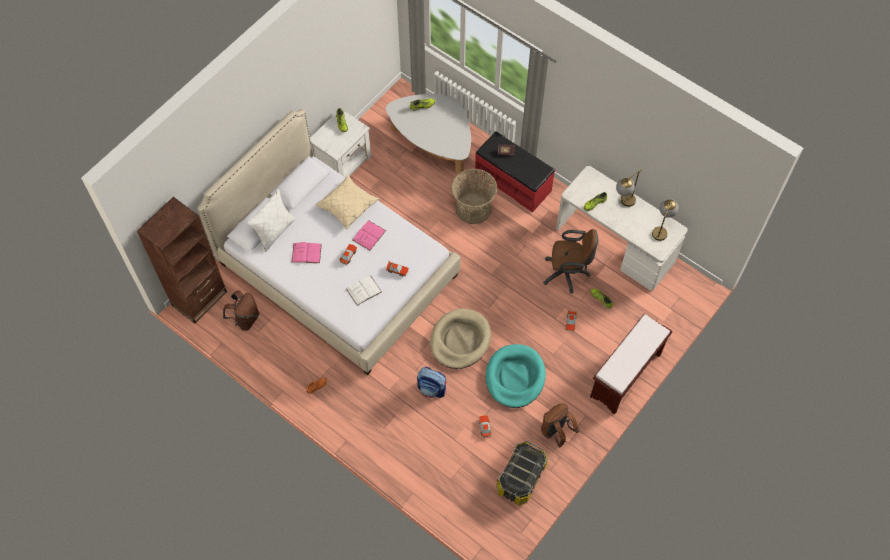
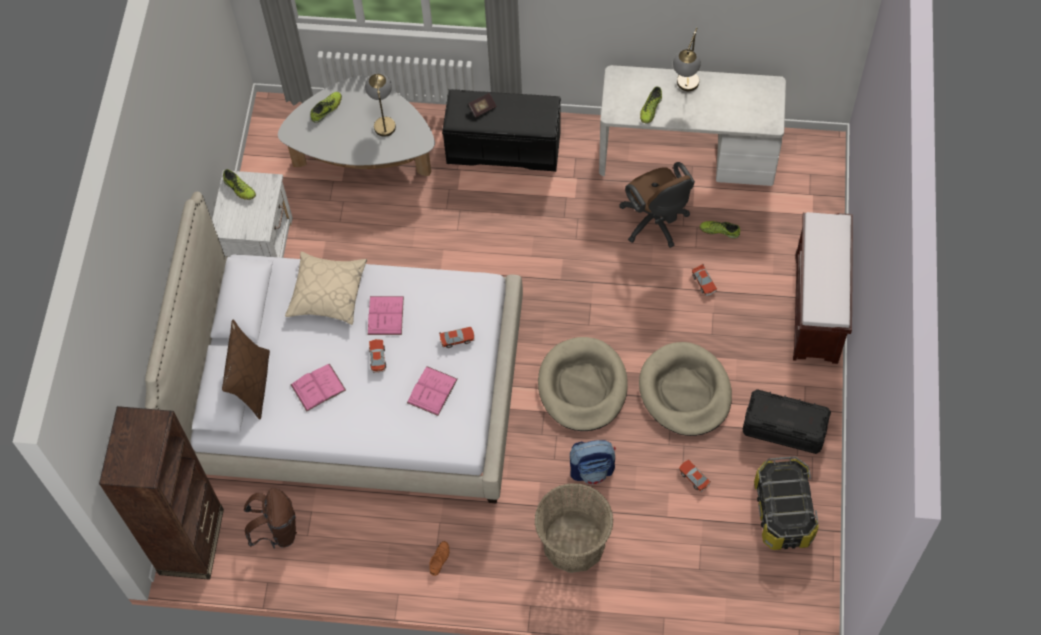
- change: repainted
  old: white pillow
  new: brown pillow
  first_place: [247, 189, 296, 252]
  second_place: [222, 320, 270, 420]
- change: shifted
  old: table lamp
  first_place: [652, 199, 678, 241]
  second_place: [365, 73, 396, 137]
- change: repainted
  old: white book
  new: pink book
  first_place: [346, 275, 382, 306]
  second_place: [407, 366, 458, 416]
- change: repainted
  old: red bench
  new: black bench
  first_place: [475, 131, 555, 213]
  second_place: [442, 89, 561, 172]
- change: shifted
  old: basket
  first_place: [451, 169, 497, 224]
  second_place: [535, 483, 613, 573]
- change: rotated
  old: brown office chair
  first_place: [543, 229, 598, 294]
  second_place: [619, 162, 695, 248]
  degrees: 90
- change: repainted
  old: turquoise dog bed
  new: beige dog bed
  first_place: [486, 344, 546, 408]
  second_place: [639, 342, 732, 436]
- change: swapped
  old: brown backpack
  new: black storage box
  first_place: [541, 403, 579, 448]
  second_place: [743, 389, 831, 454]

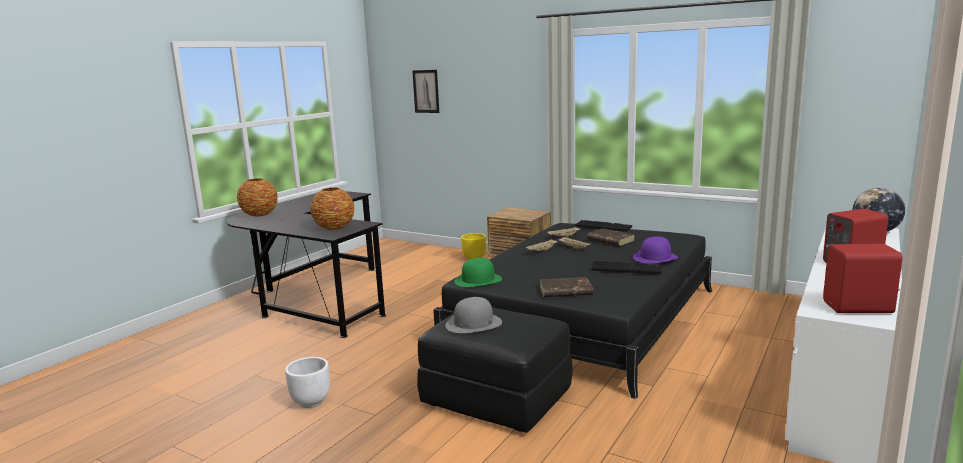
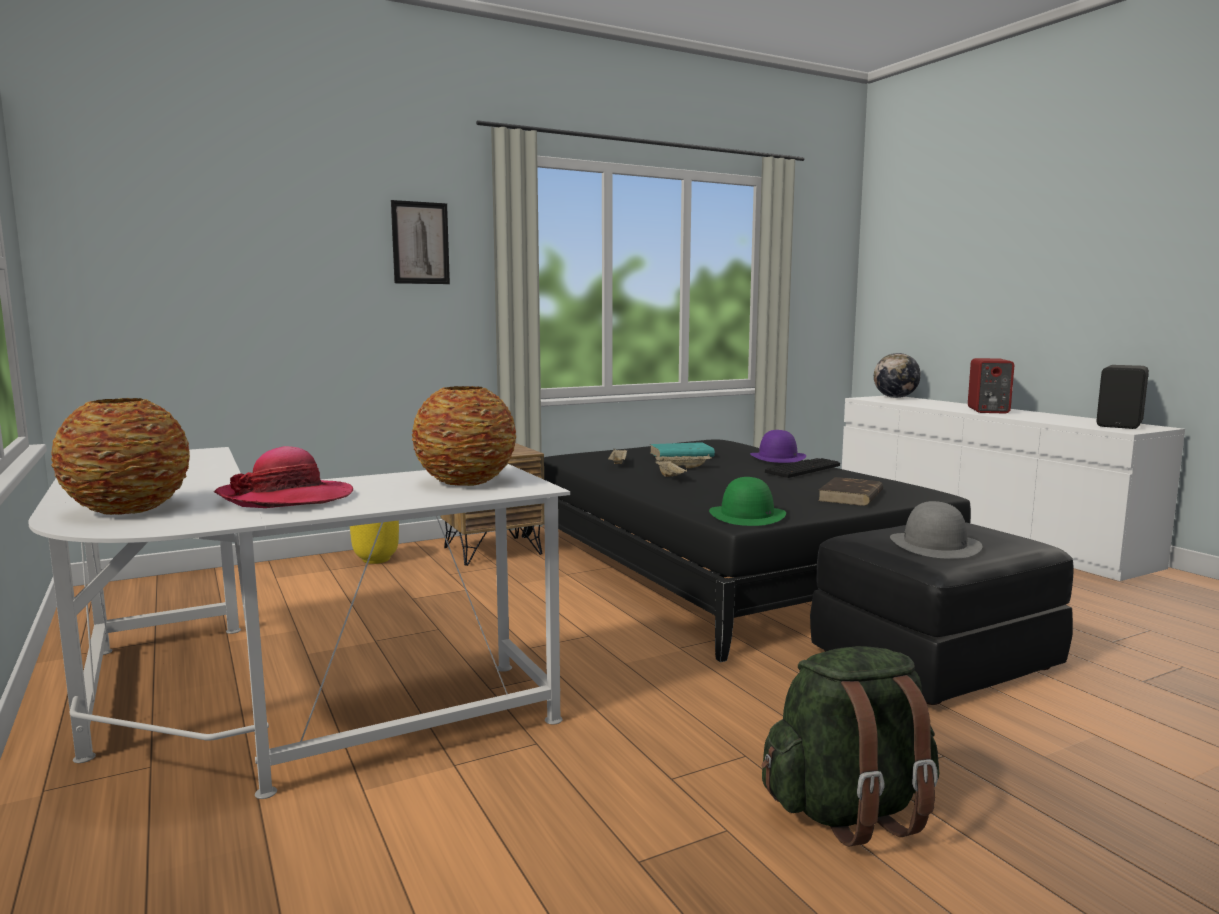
- change: repainted
  old: black desk
  new: white desk
  first_place: [227, 191, 386, 338]
  second_place: [28, 447, 570, 799]
- change: new
  new: hat
  second_place: [214, 446, 353, 508]
- change: shifted
  old: picture
  first_place: [412, 70, 439, 113]
  second_place: [391, 200, 450, 284]
- change: repainted
  old: brown book
  new: turquoise book
  first_place: [587, 228, 635, 246]
  second_place: [650, 442, 715, 457]
- change: swapped
  old: white planter
  new: green backpack
  first_place: [285, 357, 330, 408]
  second_place: [762, 646, 939, 846]
- change: repainted
  old: red speaker
  new: black speaker
  first_place: [823, 244, 903, 313]
  second_place: [1096, 365, 1149, 429]
- change: gone
  old: keyboard
  first_place: [575, 220, 632, 232]

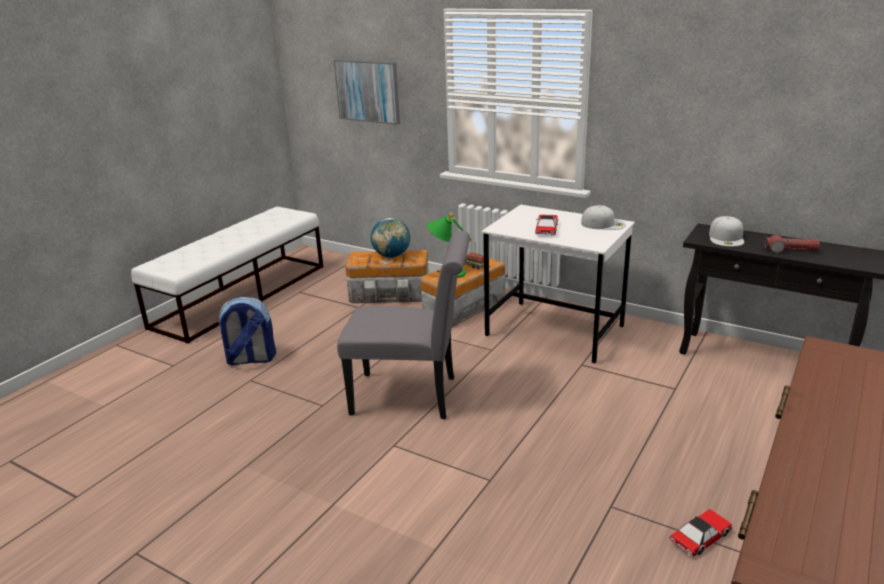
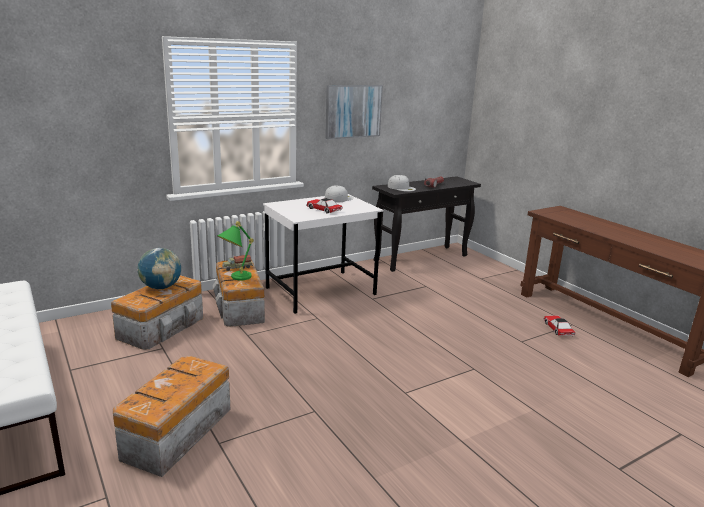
- change: swapped
  old: backpack
  new: storage box
  first_place: [217, 297, 276, 366]
  second_place: [113, 356, 230, 477]
- change: shifted
  old: picture
  first_place: [334, 59, 400, 125]
  second_place: [325, 85, 383, 139]
- change: gone
  old: grey chair
  first_place: [337, 231, 470, 419]

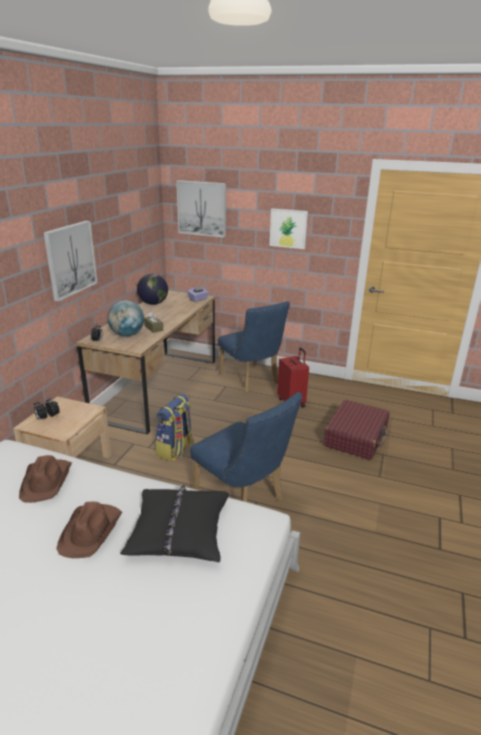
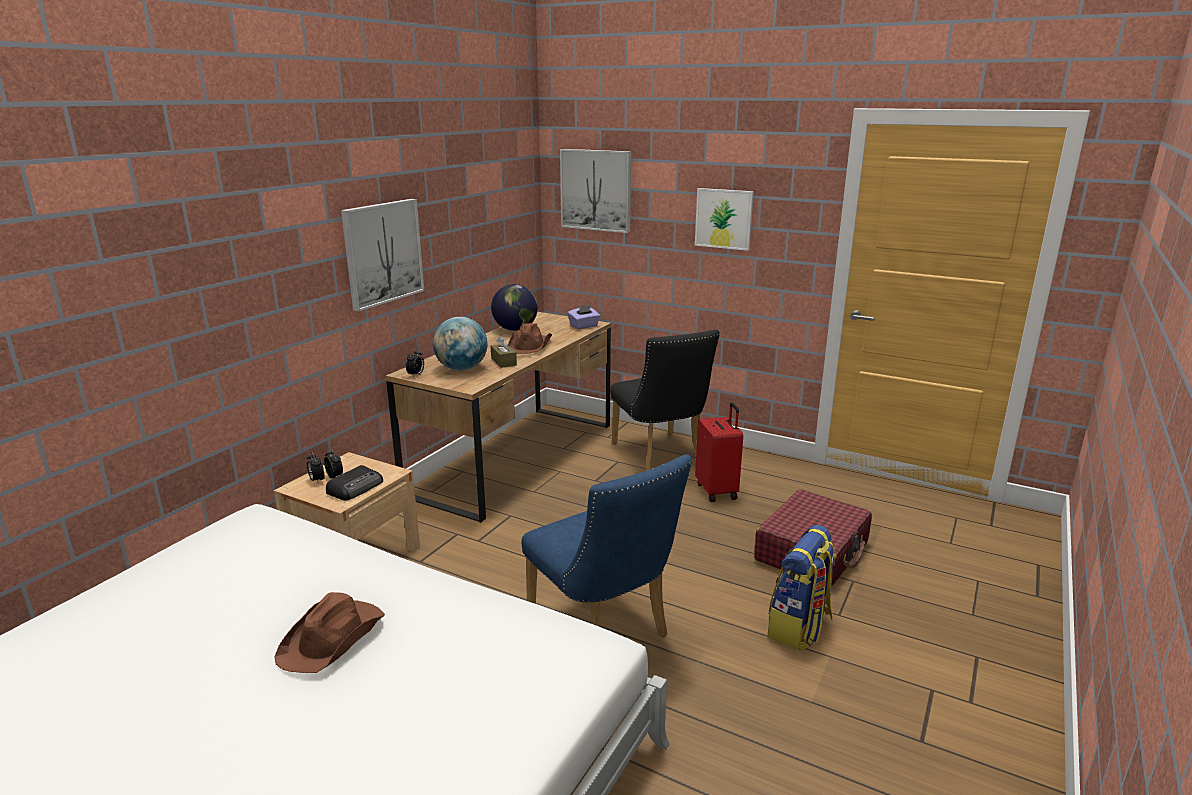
- change: new
  new: radio
  second_place: [326, 465, 383, 500]
- change: shifted
  old: brown hat
  first_place: [19, 455, 72, 503]
  second_place: [508, 323, 552, 354]
- change: repainted
  old: blue chair
  new: black chair
  first_place: [218, 301, 290, 393]
  second_place: [610, 330, 720, 471]
- change: shifted
  old: backpack
  first_place: [156, 394, 194, 462]
  second_place: [767, 525, 835, 651]
- change: gone
  old: black pillow
  first_place: [120, 484, 229, 562]

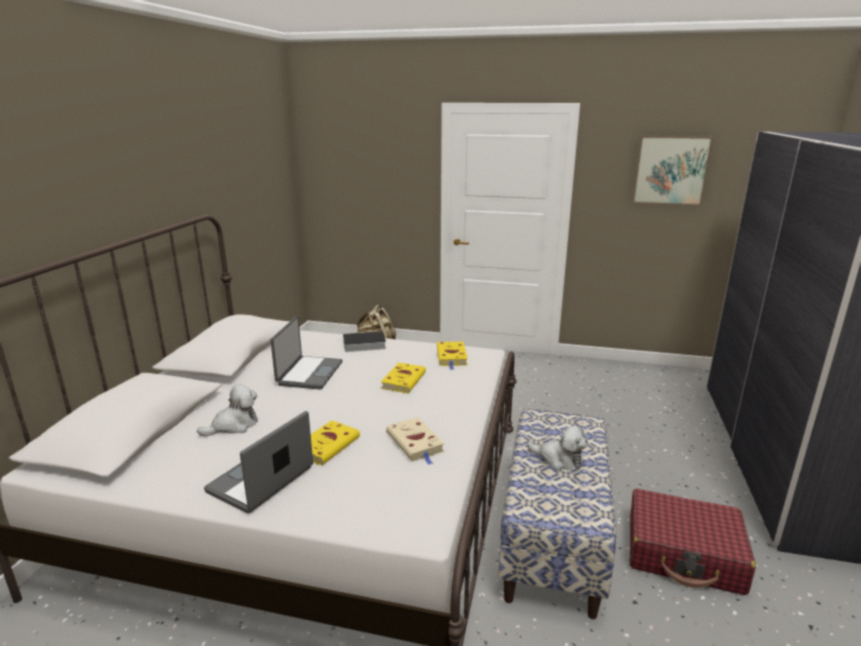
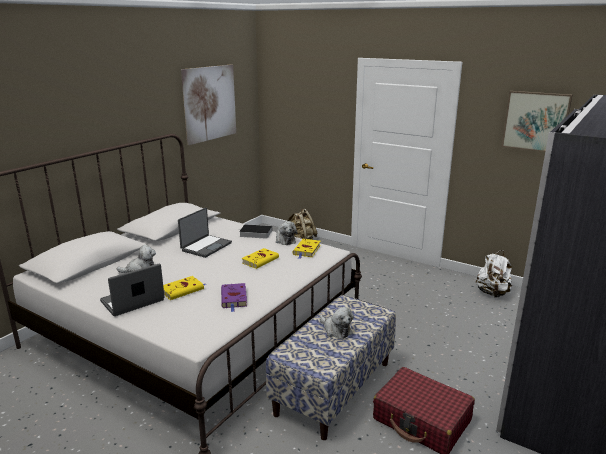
- change: new
  new: picture
  second_place: [181, 65, 236, 145]
- change: repainted
  old: beige book
  new: purple book
  first_place: [386, 417, 444, 465]
  second_place: [221, 283, 247, 312]
- change: new
  new: plush toy
  second_place: [276, 221, 297, 245]
- change: new
  new: white backpack
  second_place: [476, 250, 512, 298]

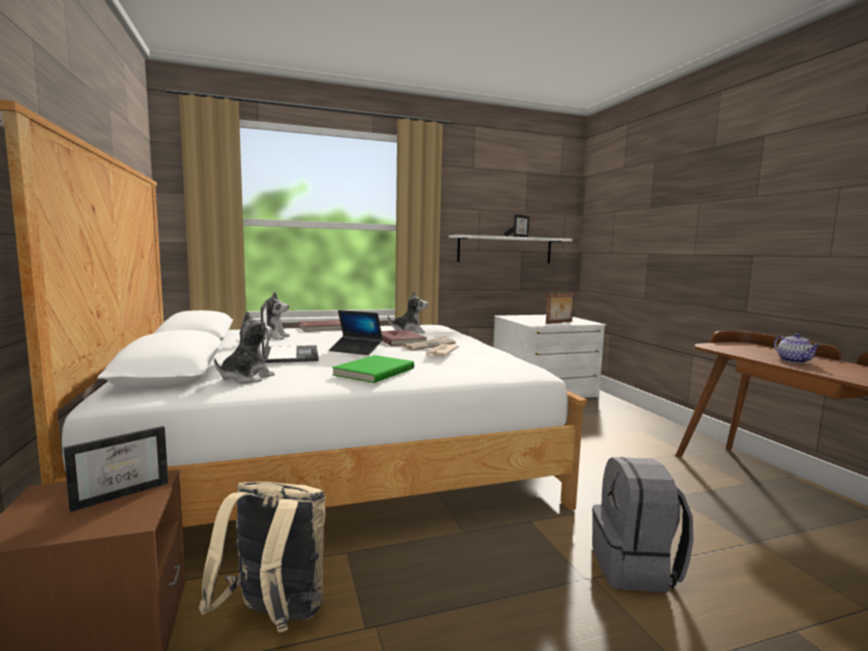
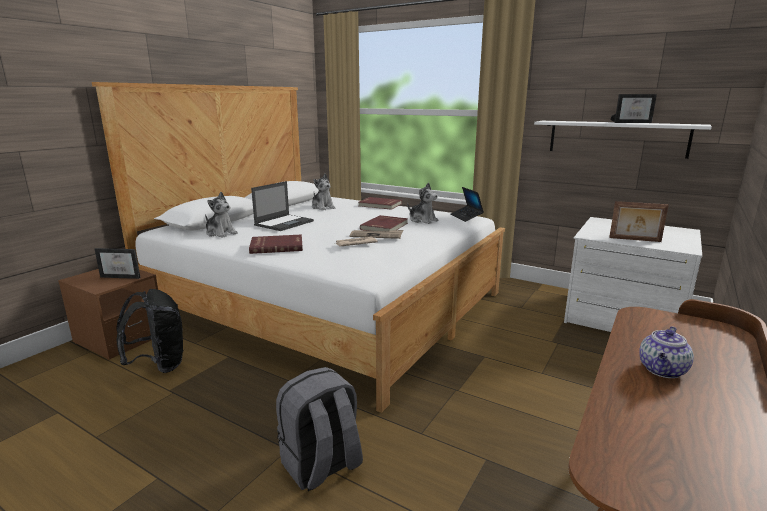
- change: repainted
  old: beige backpack
  new: black backpack
  first_place: [199, 482, 326, 632]
  second_place: [116, 289, 185, 373]
- change: rotated
  old: plush toy
  first_place: [214, 311, 275, 384]
  second_place: [205, 192, 238, 238]
  degrees: 45
- change: repainted
  old: green book
  new: red book
  first_place: [332, 355, 414, 383]
  second_place: [249, 234, 303, 254]
- change: shifted
  old: laptop
  first_place: [329, 310, 383, 355]
  second_place: [450, 187, 484, 222]

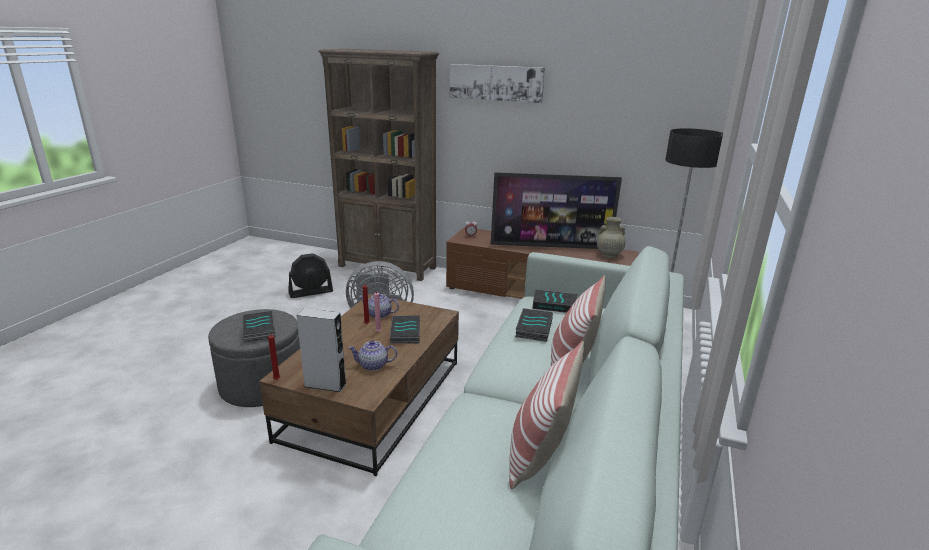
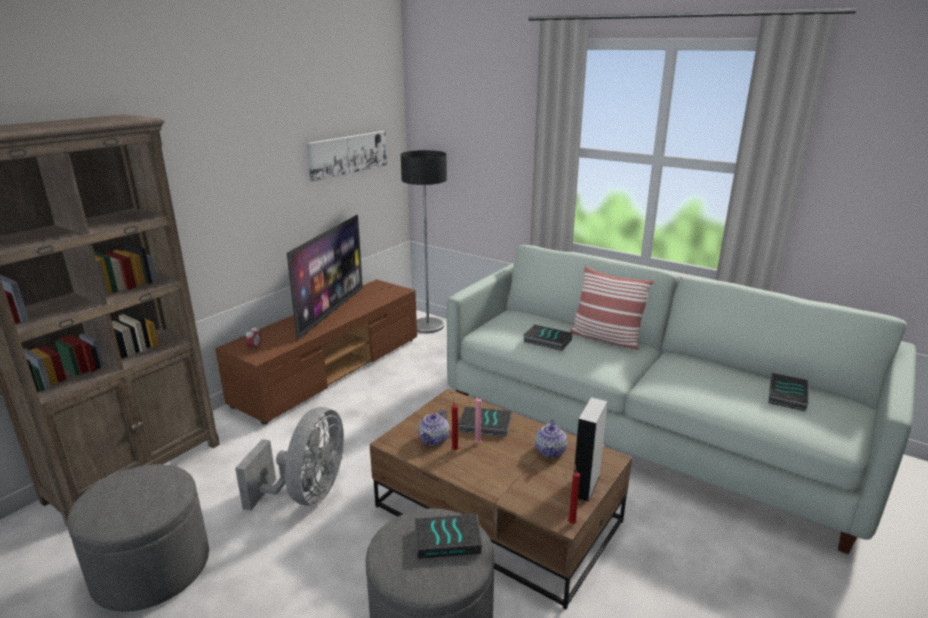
- change: swapped
  old: black fan
  new: grey ottoman
  first_place: [288, 253, 333, 298]
  second_place: [67, 464, 209, 612]
- change: shifted
  old: picture
  first_place: [450, 64, 545, 103]
  second_place: [306, 131, 388, 182]
- change: shifted
  old: book
  first_place: [533, 289, 578, 313]
  second_place: [768, 373, 808, 411]
- change: gone
  old: pillow
  first_place: [509, 341, 584, 489]
- change: gone
  old: beige vase
  first_place: [597, 217, 625, 258]

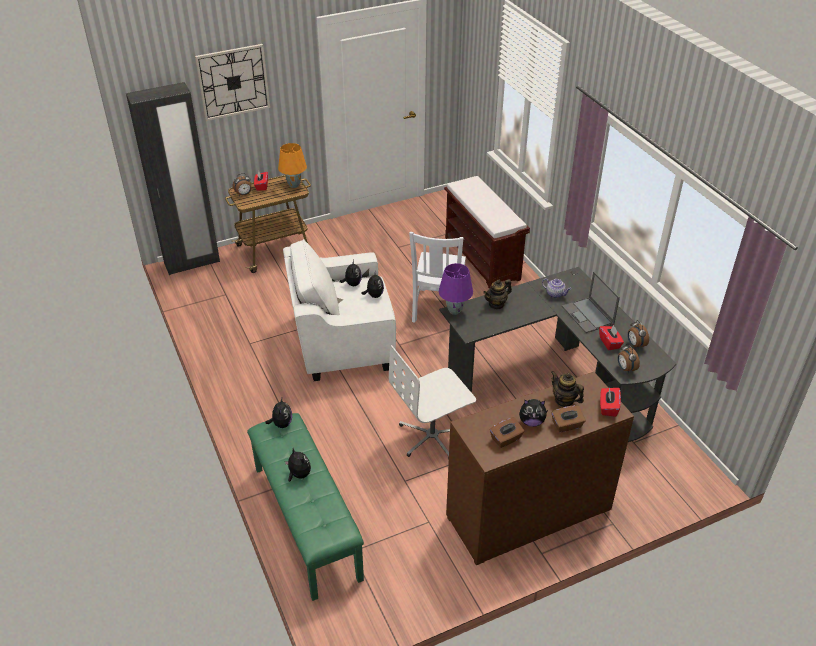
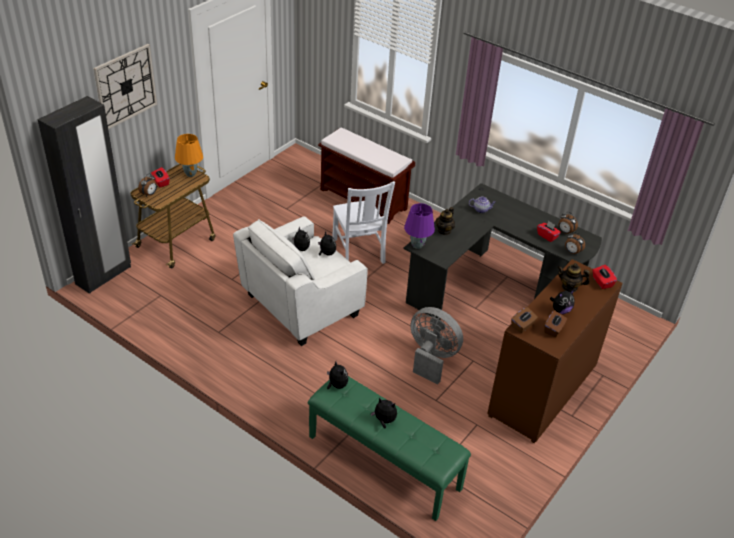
- change: swapped
  old: white office chair
  new: grey fan
  first_place: [389, 345, 476, 460]
  second_place: [410, 307, 463, 385]
- change: shifted
  old: brown tissue box
  first_place: [552, 405, 586, 432]
  second_place: [511, 307, 538, 333]
- change: gone
  old: laptop
  first_place: [562, 272, 620, 333]

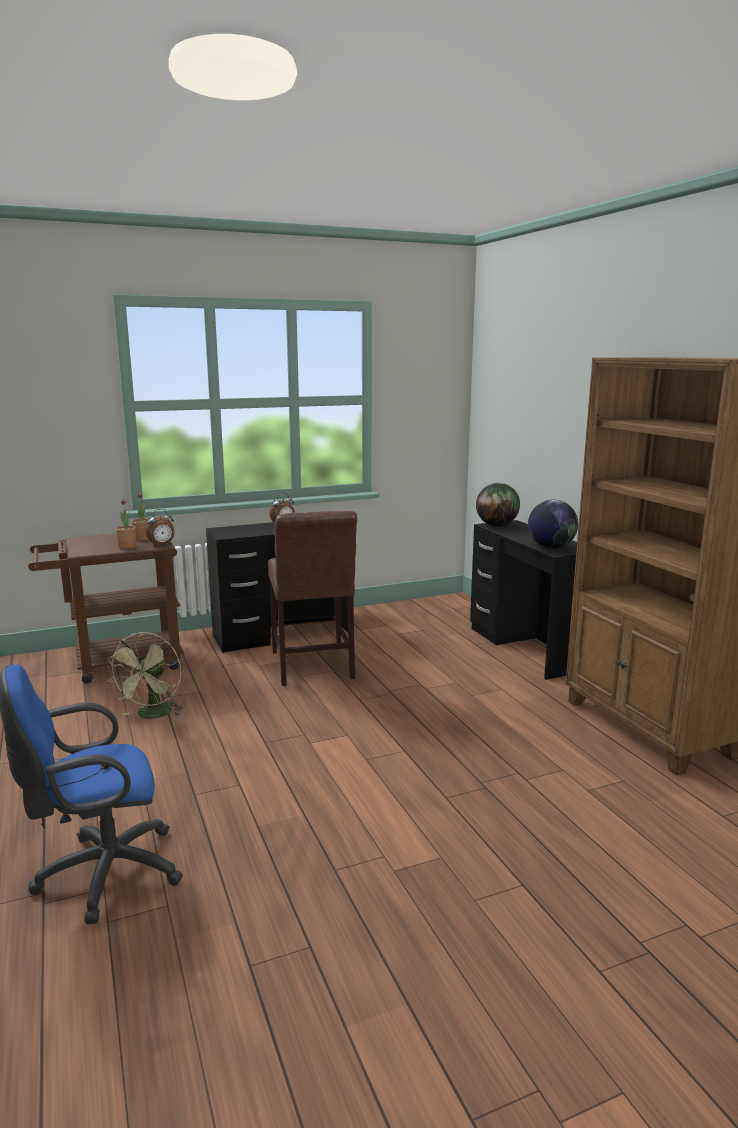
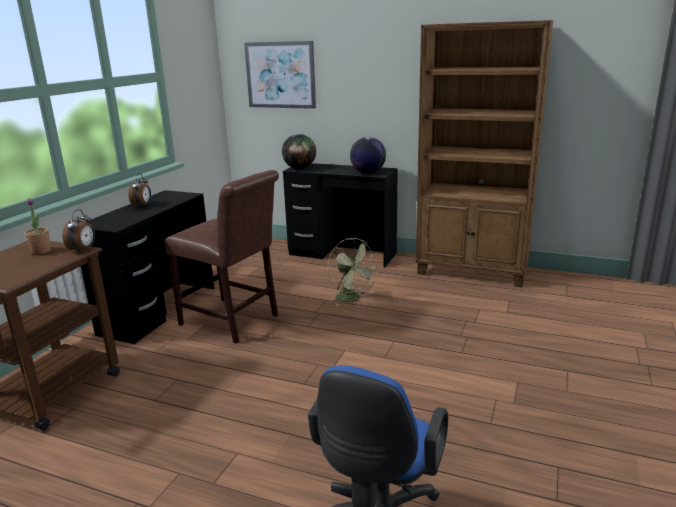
- change: new
  new: picture
  second_place: [244, 41, 316, 109]
- change: shifted
  old: green fan
  first_place: [107, 632, 183, 719]
  second_place: [328, 238, 378, 307]
- change: gone
  old: potted plant
  first_place: [115, 499, 136, 549]

